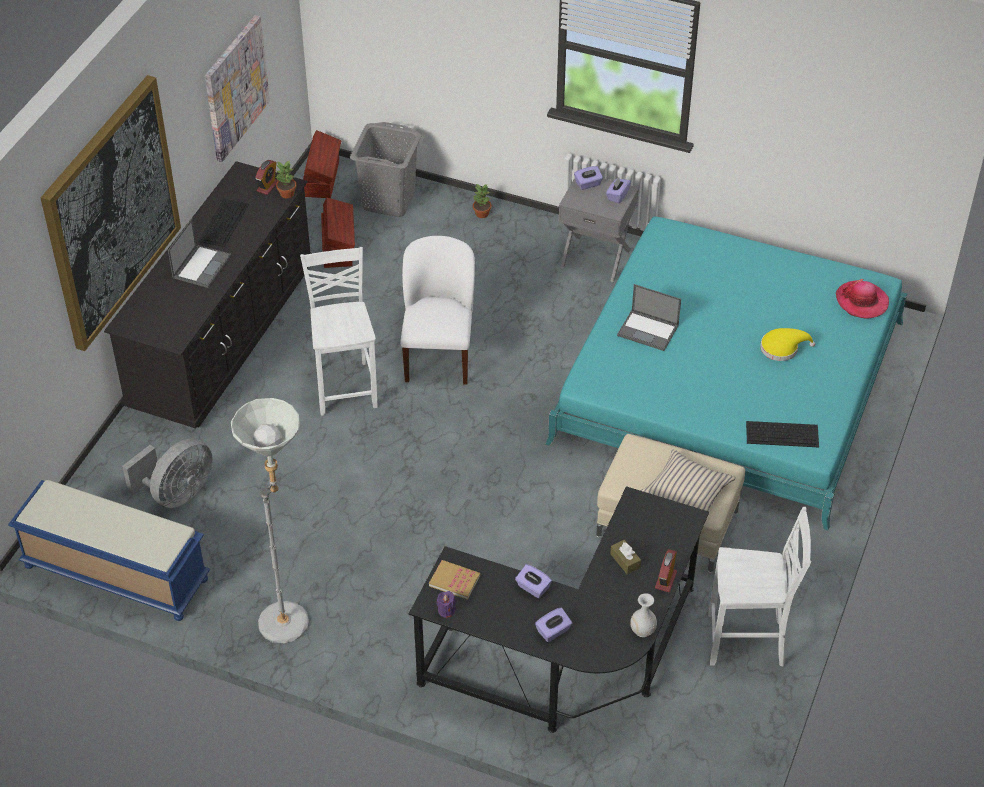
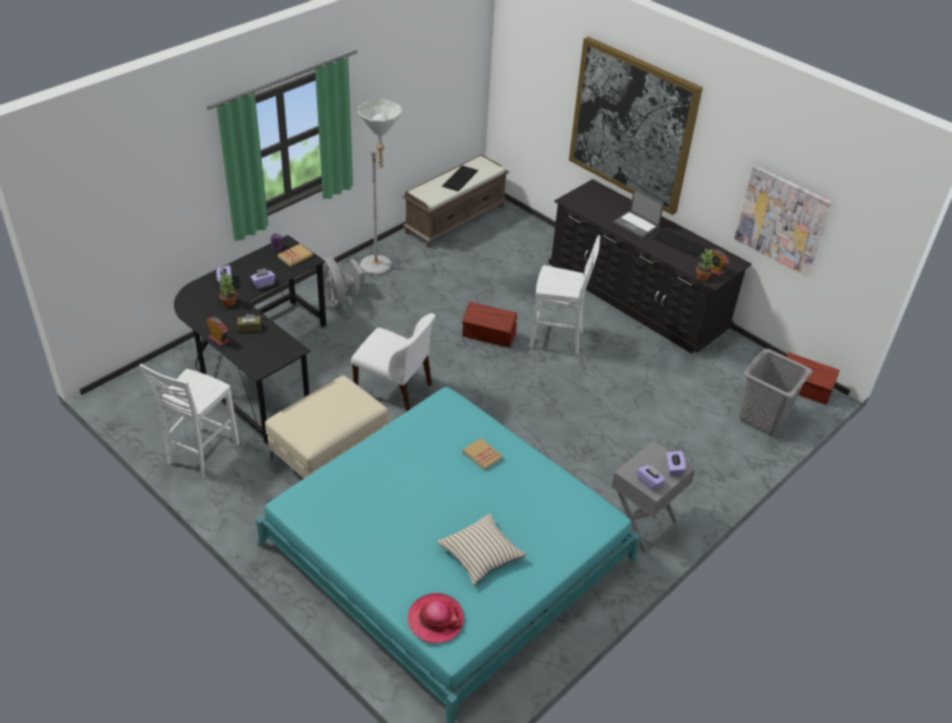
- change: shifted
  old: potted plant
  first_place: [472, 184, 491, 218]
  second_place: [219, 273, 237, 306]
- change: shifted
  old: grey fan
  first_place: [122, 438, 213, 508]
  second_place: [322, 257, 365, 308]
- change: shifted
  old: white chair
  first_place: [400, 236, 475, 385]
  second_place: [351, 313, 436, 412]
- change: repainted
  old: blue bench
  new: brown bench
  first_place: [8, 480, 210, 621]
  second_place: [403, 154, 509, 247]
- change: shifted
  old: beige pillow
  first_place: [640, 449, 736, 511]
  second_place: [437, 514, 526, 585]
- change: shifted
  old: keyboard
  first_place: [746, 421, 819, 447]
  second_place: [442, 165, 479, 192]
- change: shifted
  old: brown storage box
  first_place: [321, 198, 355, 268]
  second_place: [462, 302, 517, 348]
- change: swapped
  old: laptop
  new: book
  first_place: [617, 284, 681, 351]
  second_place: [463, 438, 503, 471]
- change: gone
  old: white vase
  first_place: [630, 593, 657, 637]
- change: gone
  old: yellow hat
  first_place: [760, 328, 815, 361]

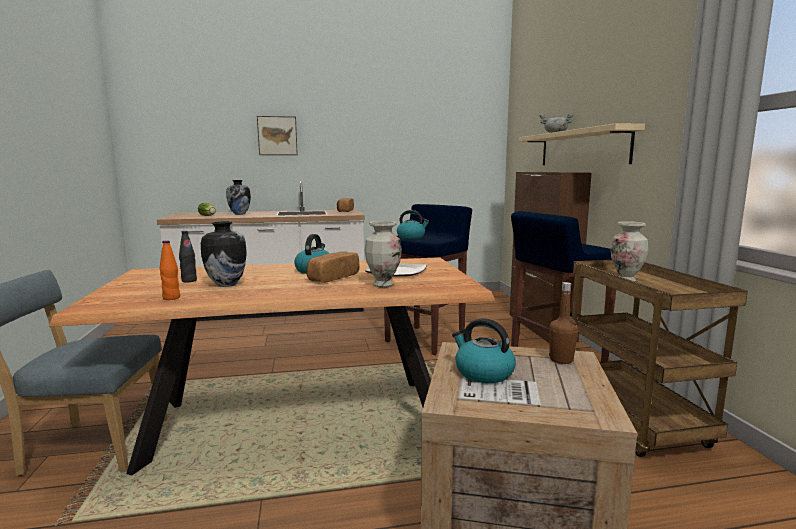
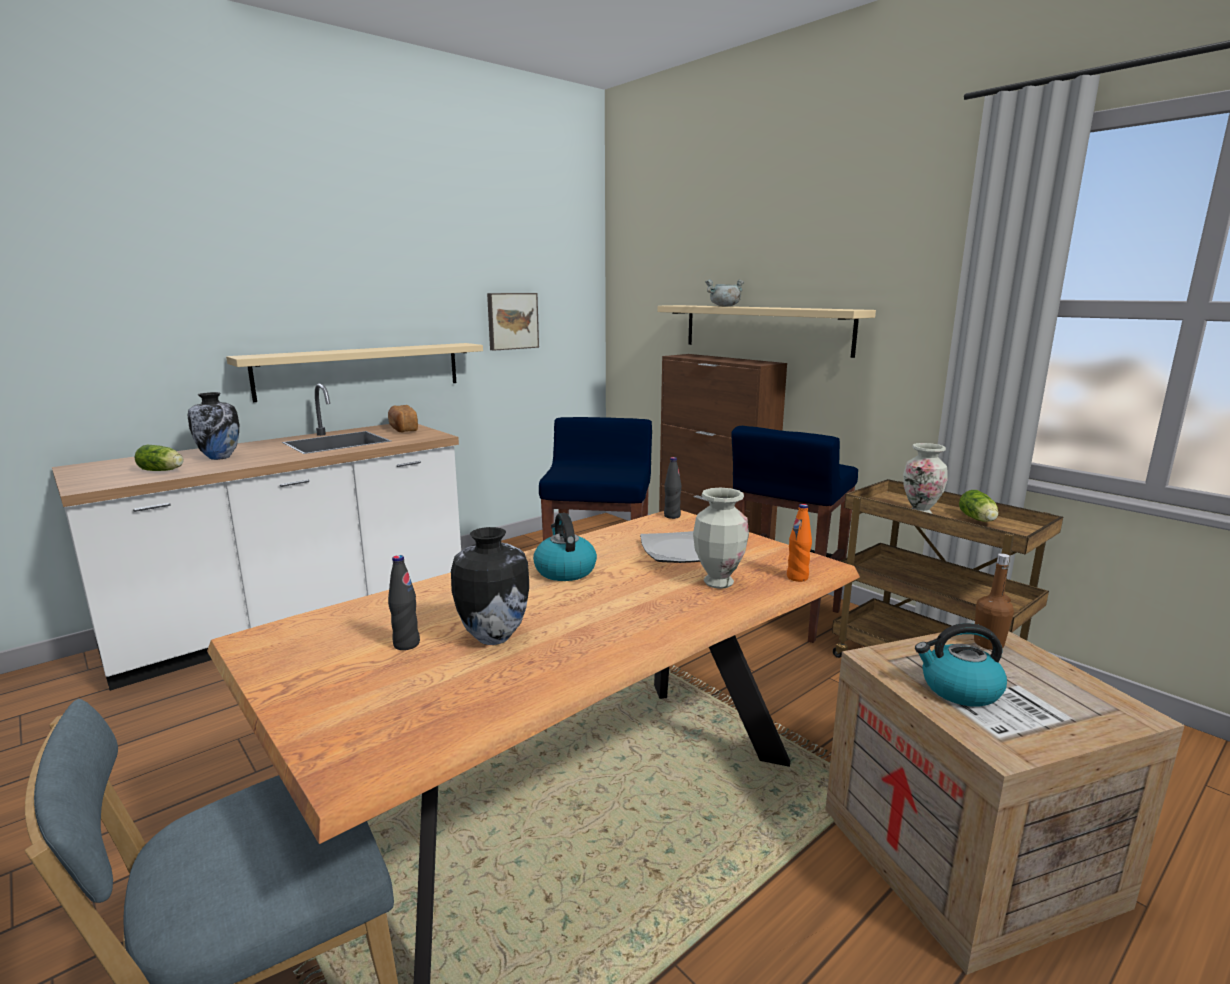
- change: new
  new: beige shelf
  second_place: [226, 343, 483, 402]
- change: shifted
  old: picture
  first_place: [257, 116, 298, 155]
  second_place: [487, 293, 539, 351]
- change: new
  new: black bottle
  second_place: [664, 457, 682, 519]
- change: shifted
  old: orange bottle
  first_place: [160, 240, 180, 300]
  second_place: [787, 504, 812, 582]
- change: new
  new: lettuce
  second_place: [959, 490, 998, 522]
- change: gone
  old: bread
  first_place: [306, 251, 359, 283]
- change: gone
  old: kettle
  first_place: [397, 210, 429, 239]

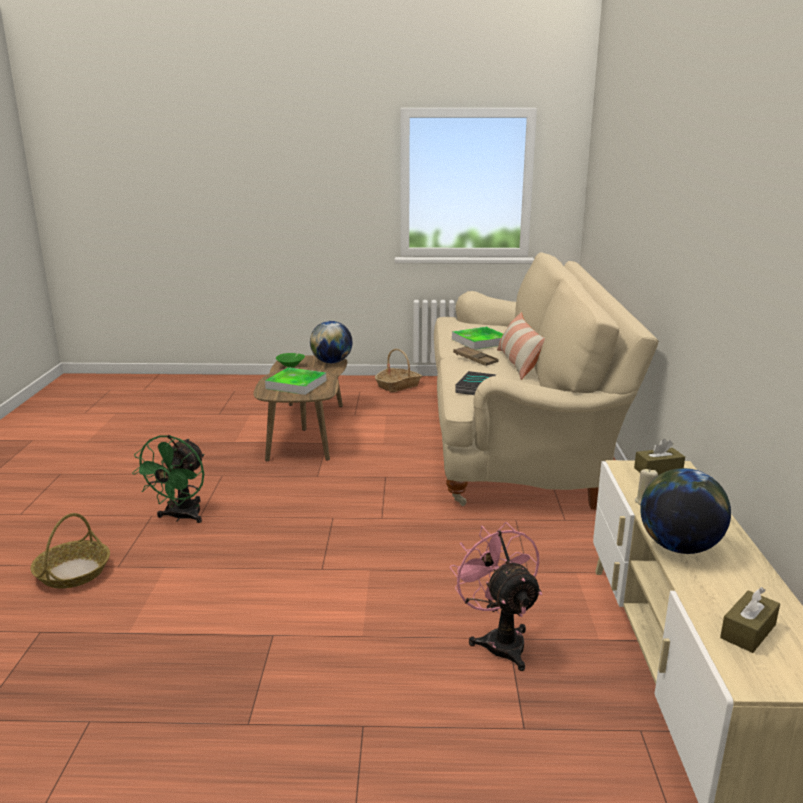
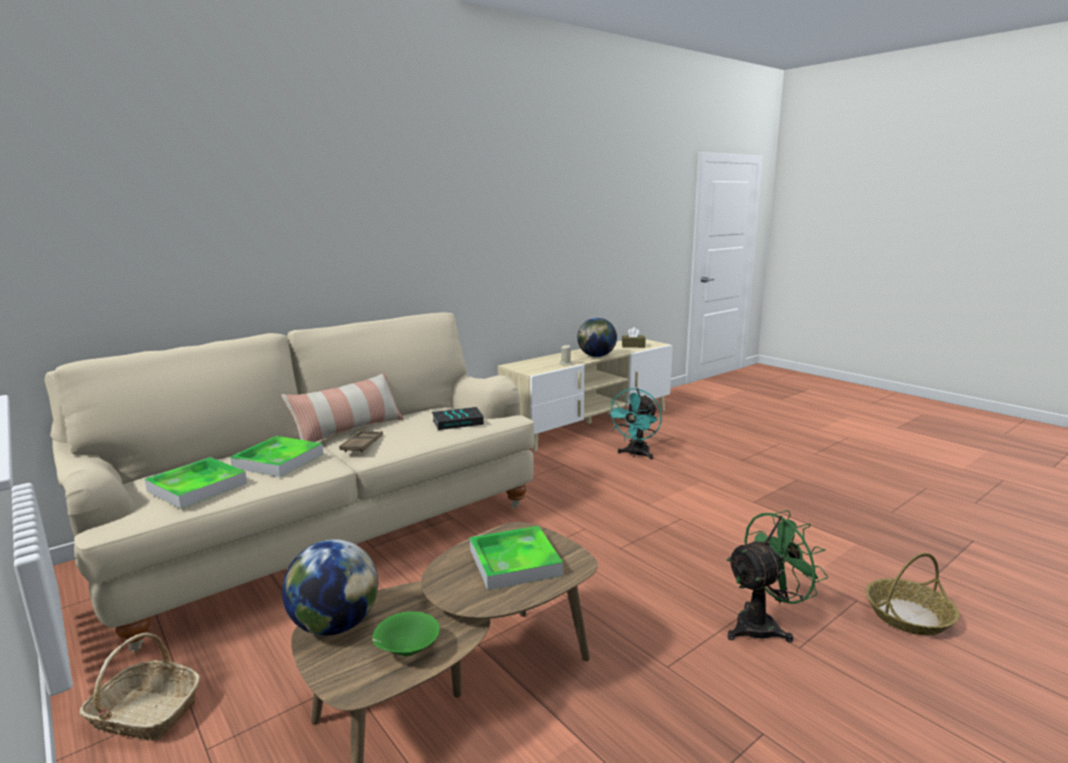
- change: new
  new: tray
  second_place: [144, 457, 247, 509]
- change: repainted
  old: pink fan
  new: turquoise fan
  first_place: [450, 522, 542, 671]
  second_place: [607, 388, 662, 459]
- change: gone
  old: brown tissue box
  first_place: [634, 439, 685, 476]

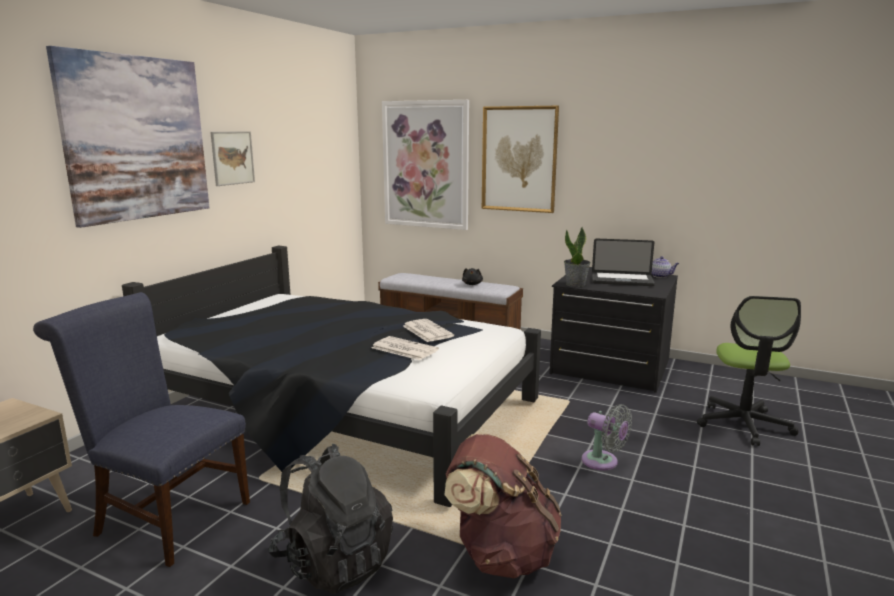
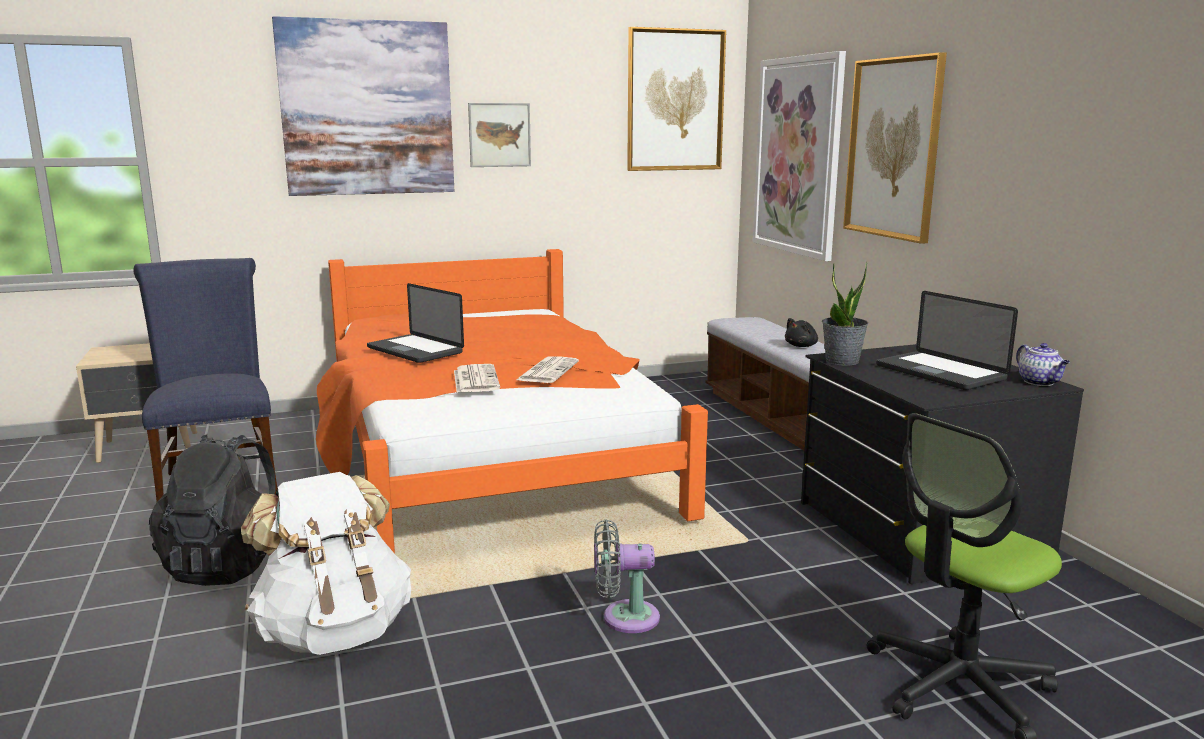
- change: repainted
  old: brown backpack
  new: white backpack
  first_place: [445, 434, 562, 578]
  second_place: [241, 472, 411, 655]
- change: repainted
  old: black bed
  new: orange bed
  first_place: [122, 246, 541, 507]
  second_place: [316, 249, 708, 554]
- change: new
  new: laptop
  second_place: [367, 283, 464, 363]
- change: rotated
  old: grey fan
  first_place: [582, 404, 632, 470]
  second_place: [594, 519, 660, 633]
  degrees: 90
- change: new
  new: picture
  second_place: [627, 27, 726, 171]

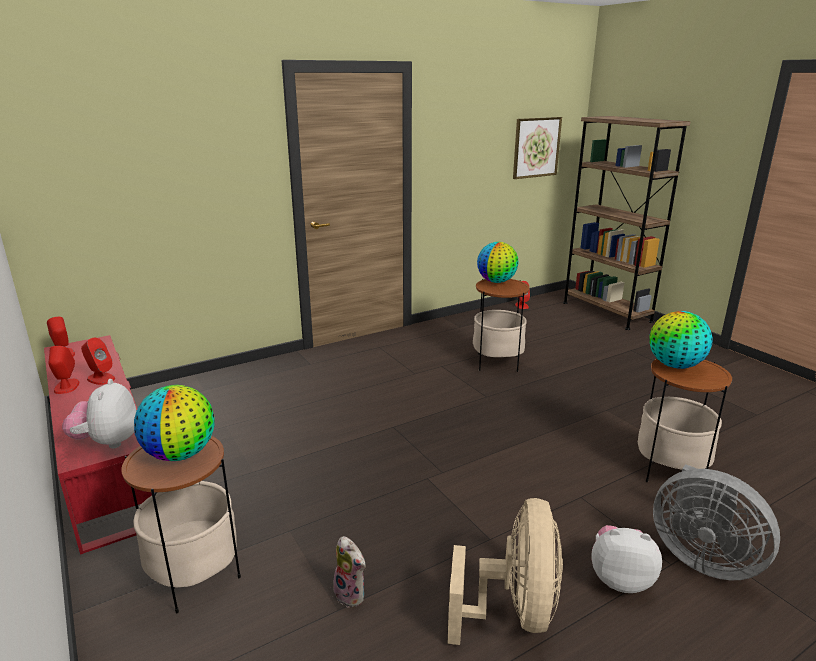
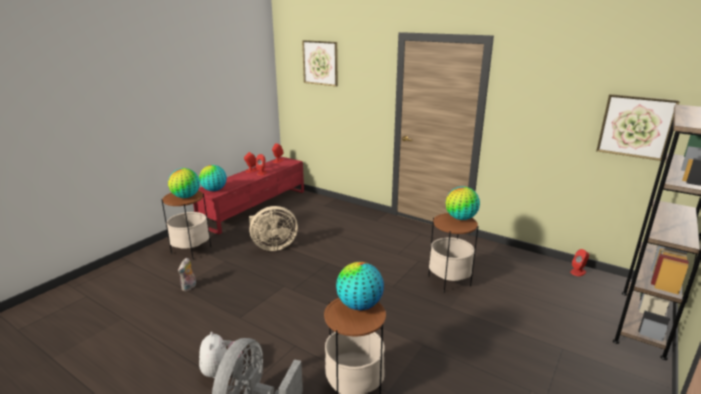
- change: swapped
  old: plush toy
  new: globe
  first_place: [62, 379, 136, 449]
  second_place: [199, 165, 227, 191]
- change: shifted
  old: beige fan
  first_place: [448, 498, 563, 645]
  second_place: [249, 206, 298, 251]
- change: new
  new: picture
  second_place: [302, 40, 338, 87]

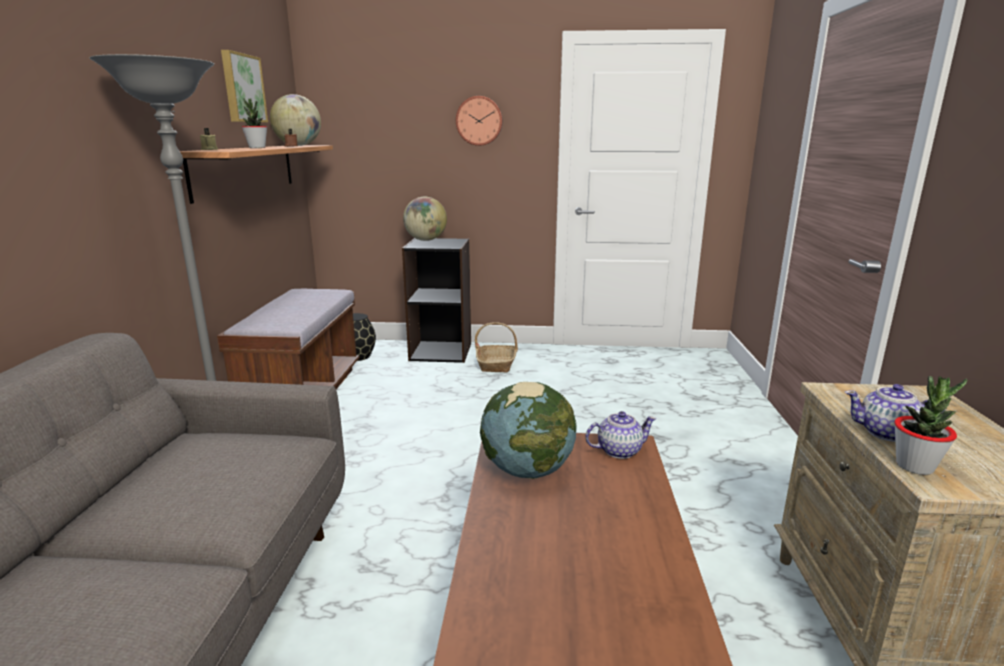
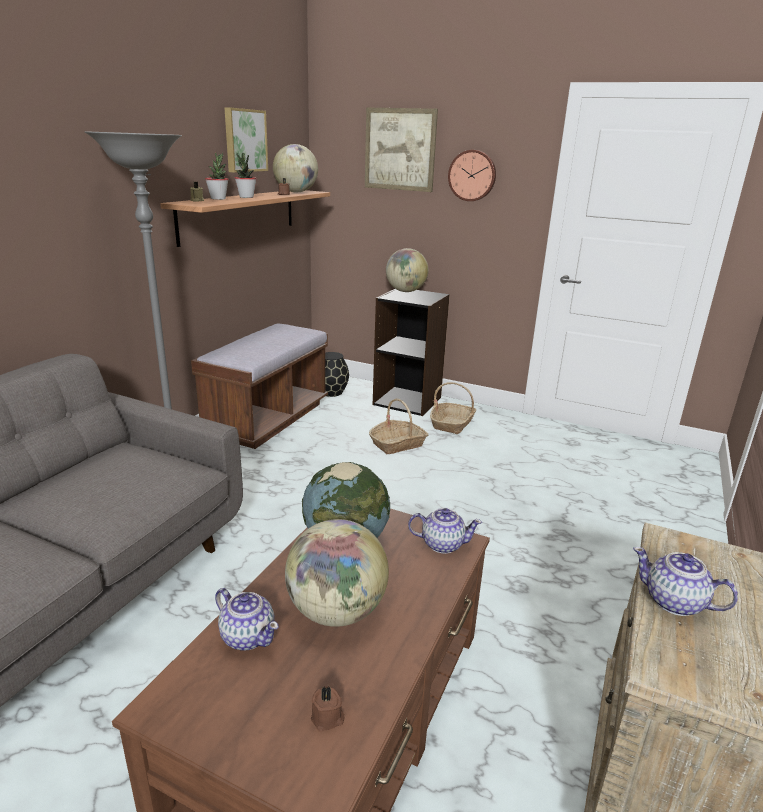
- change: shifted
  old: potted plant
  first_place: [894, 376, 967, 475]
  second_place: [205, 152, 228, 200]
- change: new
  new: teapot
  second_place: [215, 588, 279, 651]
- change: new
  new: globe
  second_place: [285, 519, 389, 627]
- change: new
  new: brown candle
  second_place: [311, 686, 345, 732]
- change: new
  new: picture
  second_place: [365, 108, 438, 192]
- change: new
  new: basket
  second_place: [369, 398, 428, 454]

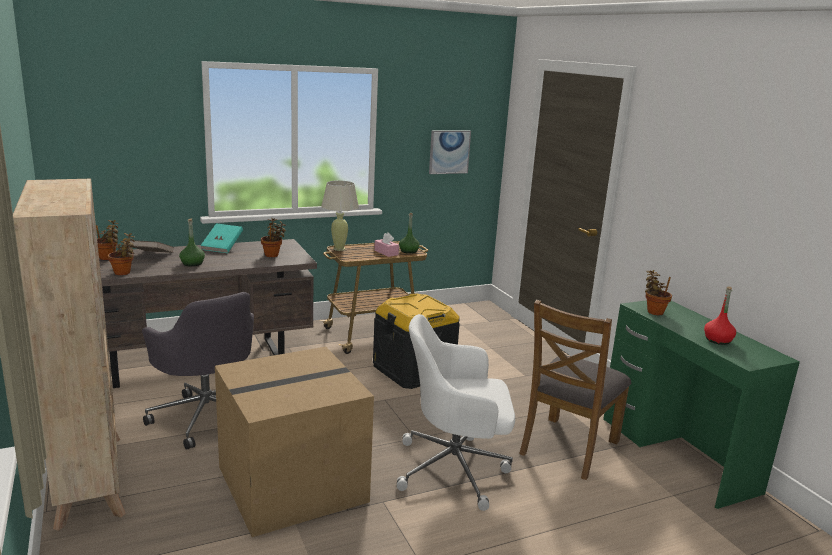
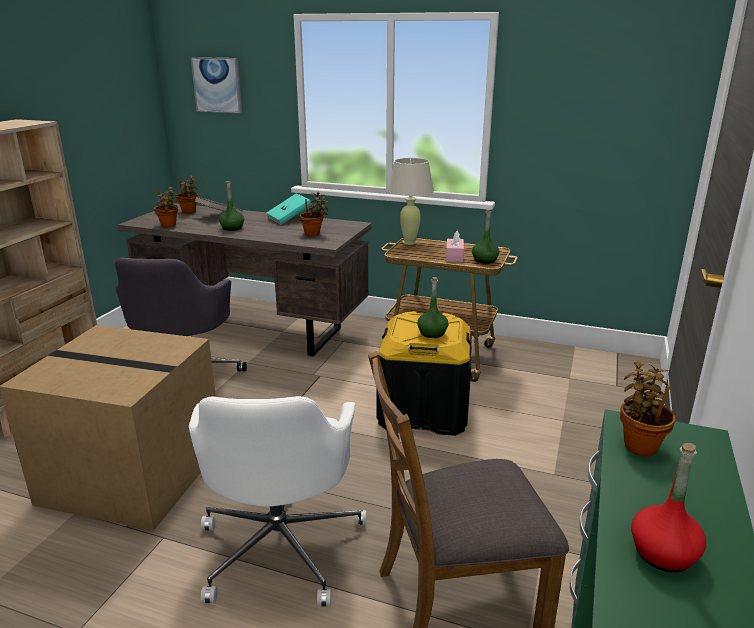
- change: rotated
  old: white office chair
  first_place: [397, 314, 515, 511]
  second_place: [189, 396, 366, 607]
  degrees: -135
- change: shifted
  old: picture
  first_place: [429, 131, 471, 174]
  second_place: [191, 57, 242, 113]
- change: new
  new: green bottle
  second_place: [417, 277, 449, 338]

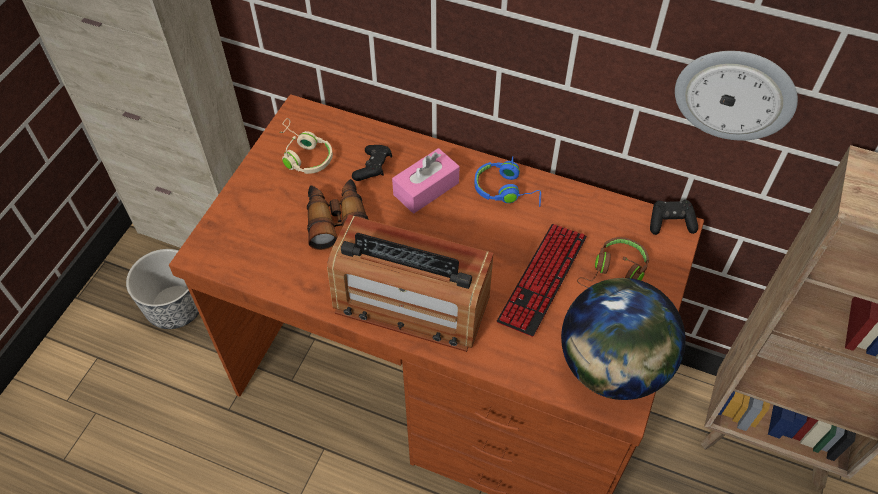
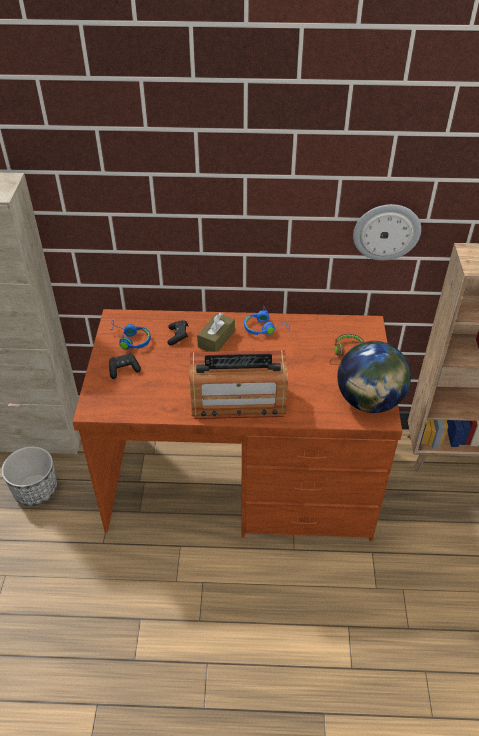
- change: shifted
  old: black game controller
  first_place: [650, 200, 698, 235]
  second_place: [109, 353, 141, 379]
- change: repainted
  old: beige headphones
  new: blue headphones
  first_place: [280, 118, 333, 174]
  second_place: [110, 320, 151, 350]
- change: repainted
  old: pink tissue box
  new: brown tissue box
  first_place: [392, 148, 459, 214]
  second_place: [197, 312, 235, 352]
- change: gone
  old: binoculars
  first_place: [307, 179, 369, 250]
- change: gone
  old: keyboard
  first_place: [497, 224, 587, 337]

